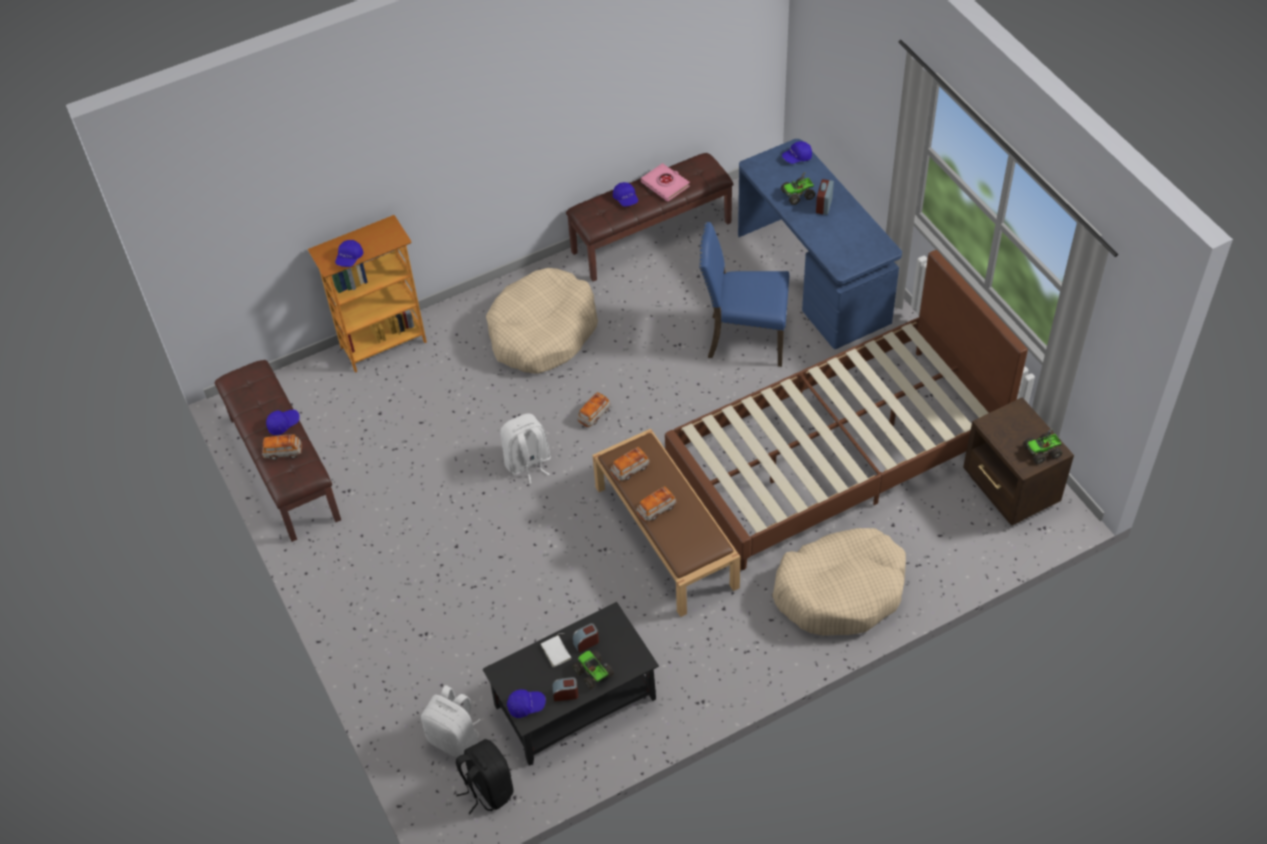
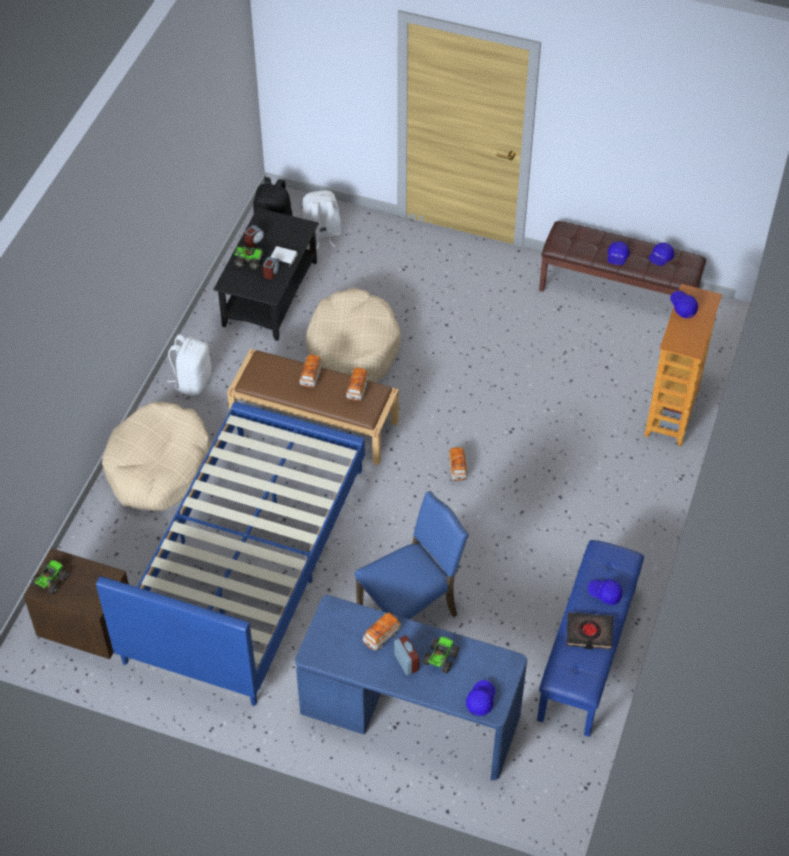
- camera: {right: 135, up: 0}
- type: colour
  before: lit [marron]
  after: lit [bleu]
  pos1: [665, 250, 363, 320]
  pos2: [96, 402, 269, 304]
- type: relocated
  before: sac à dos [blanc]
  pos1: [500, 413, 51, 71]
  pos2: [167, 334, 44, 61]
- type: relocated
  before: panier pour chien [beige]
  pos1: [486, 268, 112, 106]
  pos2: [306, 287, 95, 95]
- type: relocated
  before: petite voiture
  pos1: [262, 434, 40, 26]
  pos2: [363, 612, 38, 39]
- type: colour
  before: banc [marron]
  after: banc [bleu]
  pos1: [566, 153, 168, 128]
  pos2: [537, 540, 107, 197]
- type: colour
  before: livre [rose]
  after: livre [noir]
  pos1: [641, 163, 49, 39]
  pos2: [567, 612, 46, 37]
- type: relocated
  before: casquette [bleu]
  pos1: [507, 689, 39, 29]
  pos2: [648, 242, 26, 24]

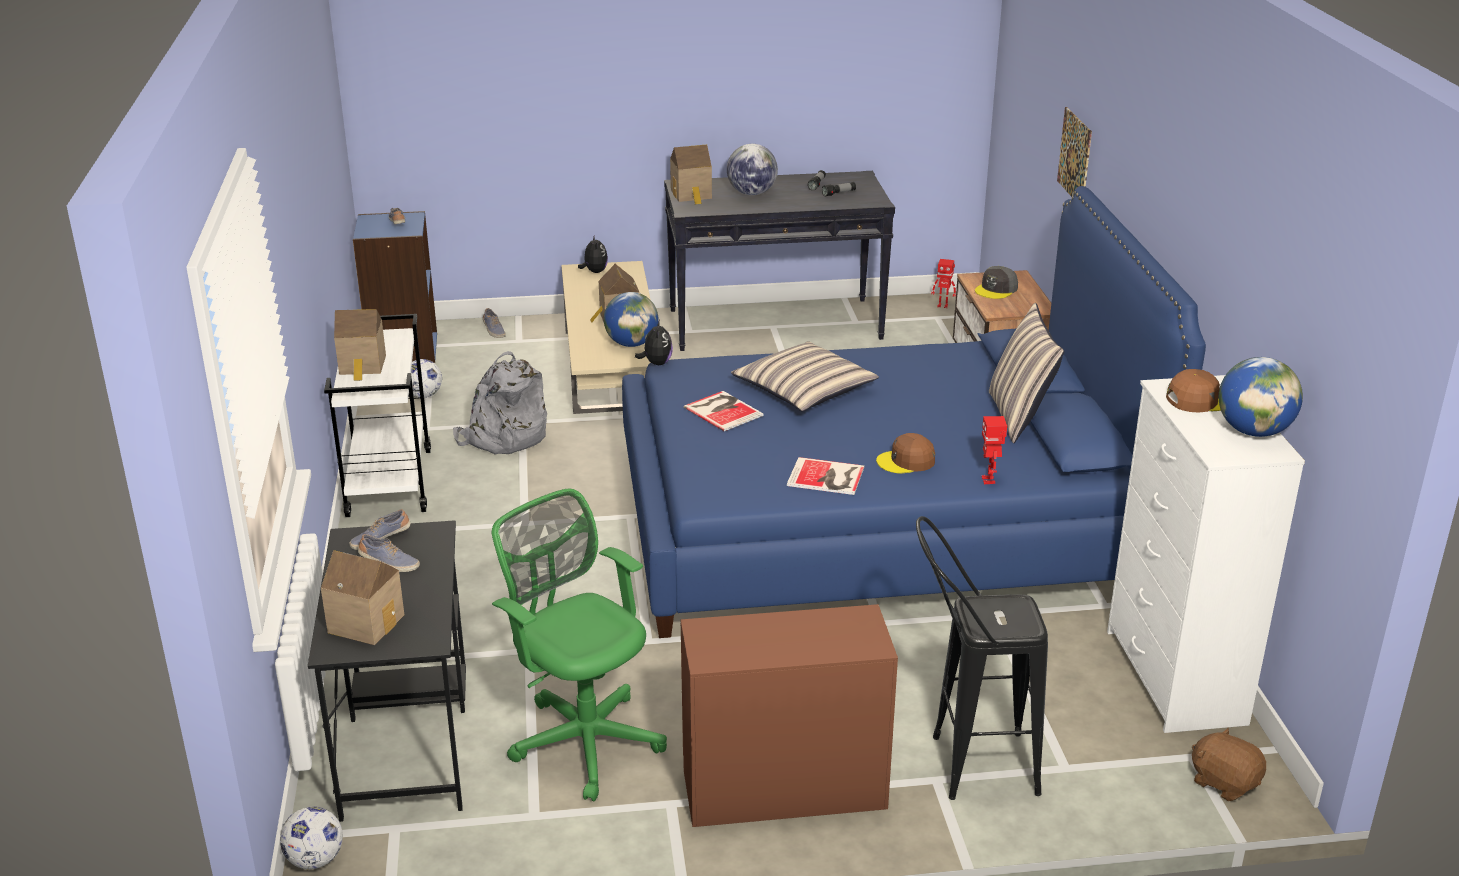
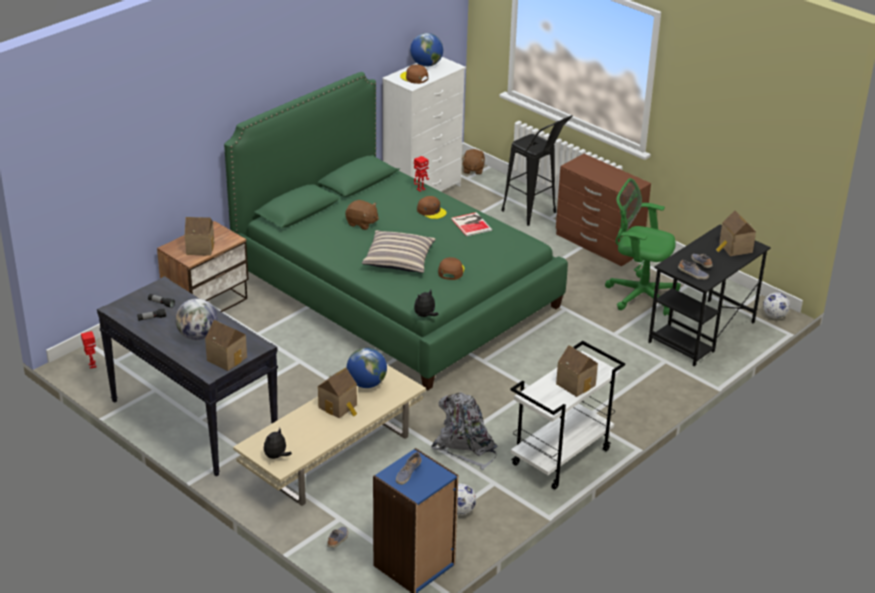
- camera: {right: -130, up: 5}
- type: exchanged
  before: casquette [gris]
  after: maison miniature
  pos1: [975, 266, 43, 33]
  pos2: [185, 217, 30, 39]
- type: colour
  before: lit [bleu]
  after: lit [vert]
  pos1: [622, 186, 584, 452]
  pos2: [224, 72, 344, 318]
- type: appeared
  after: peluche [marron]
  pos2: [346, 200, 33, 30]
- type: exchanged
  before: livre
  after: casquette [marron]
  pos1: [684, 391, 79, 40]
  pos2: [438, 257, 27, 23]
- type: spun
  before: chaise de bureau [vert]
  pos1: [492, 488, 175, 313]
  pos2: [605, 178, 76, 138]
  turn: 105
- type: missing
  before: coussin
  pos1: [989, 303, 75, 140]
- type: missing
  before: tableau
  pos1: [1057, 107, 35, 90]

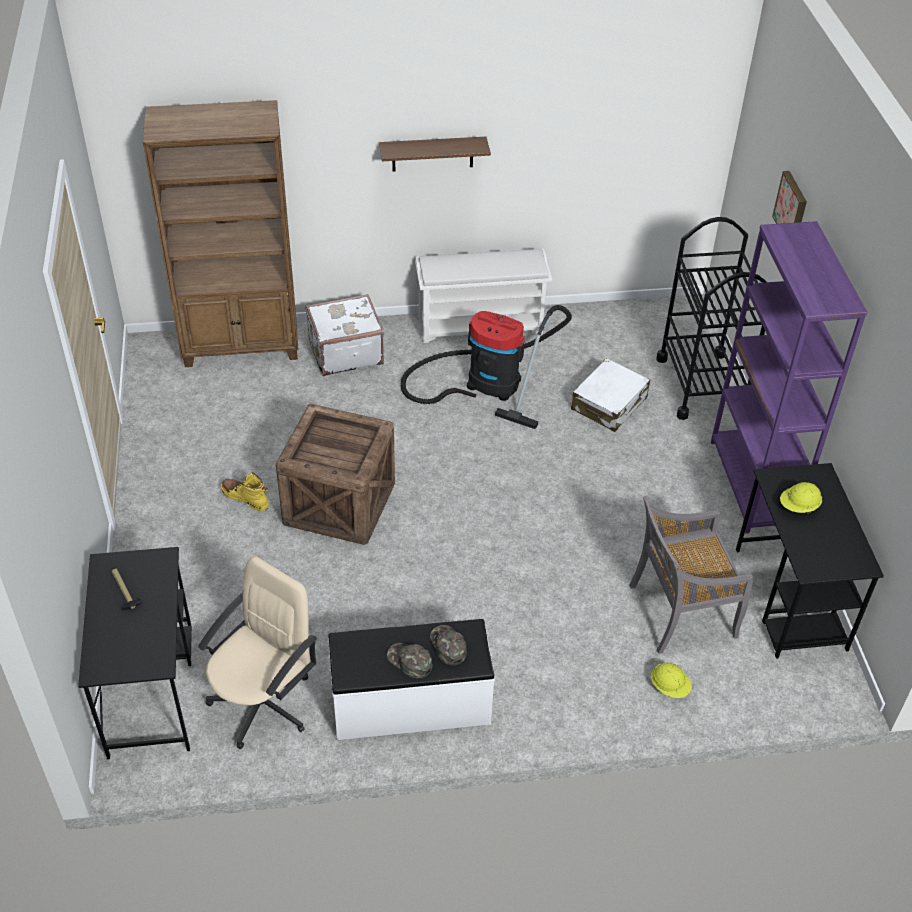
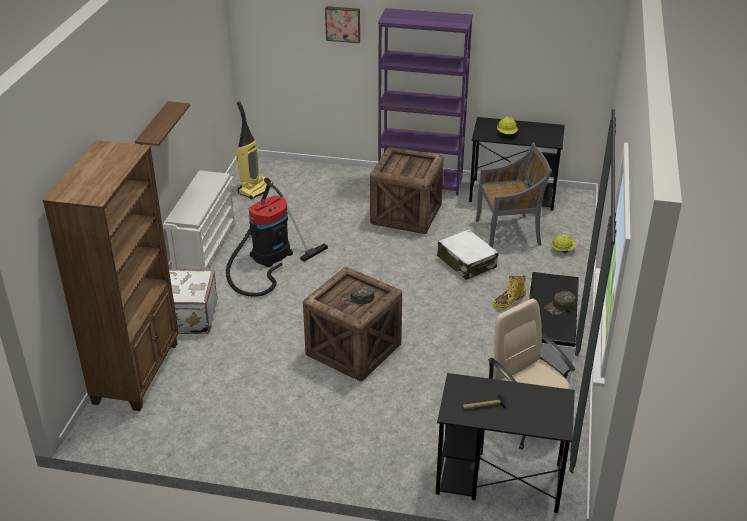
- camera: {right: -70, up: -10}
- type: appeared
  after: aspirateur
  pos2: [237, 101, 36, 98]
- type: relocated
  before: casquette [vert]
  pos1: [430, 625, 37, 40]
  pos2: [340, 285, 34, 20]
- type: appeared
  after: caisse
  pos2: [370, 147, 74, 87]
- type: relocated
  before: valise [blanc]
  pos1: [571, 358, 79, 74]
  pos2: [437, 229, 62, 51]
- type: spun
  before: chaise [gris]
  pos1: [629, 496, 124, 158]
  pos2: [475, 143, 77, 104]
  turn: -105
- type: relocated
  before: botte [jaune]
  pos1: [221, 472, 48, 39]
  pos2: [493, 275, 34, 34]
- type: missing
  before: chariot [noir]
  pos1: [656, 217, 111, 203]

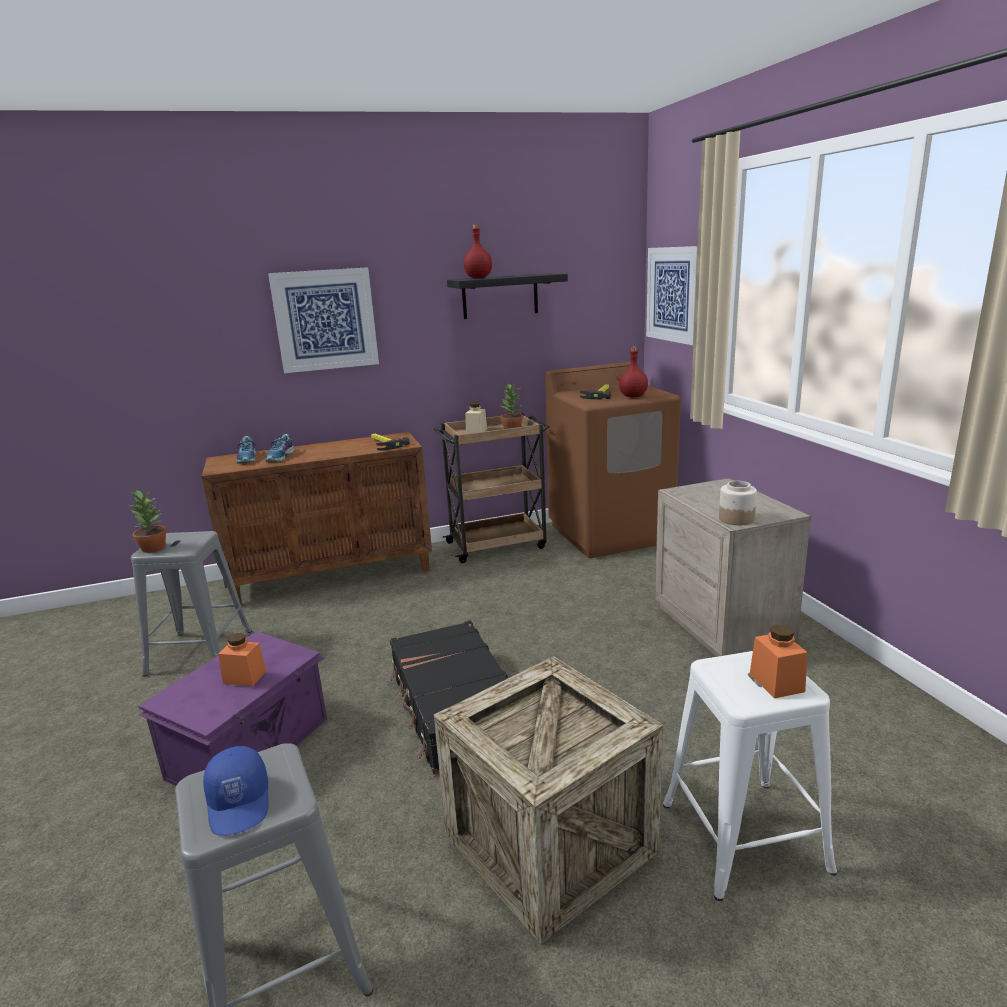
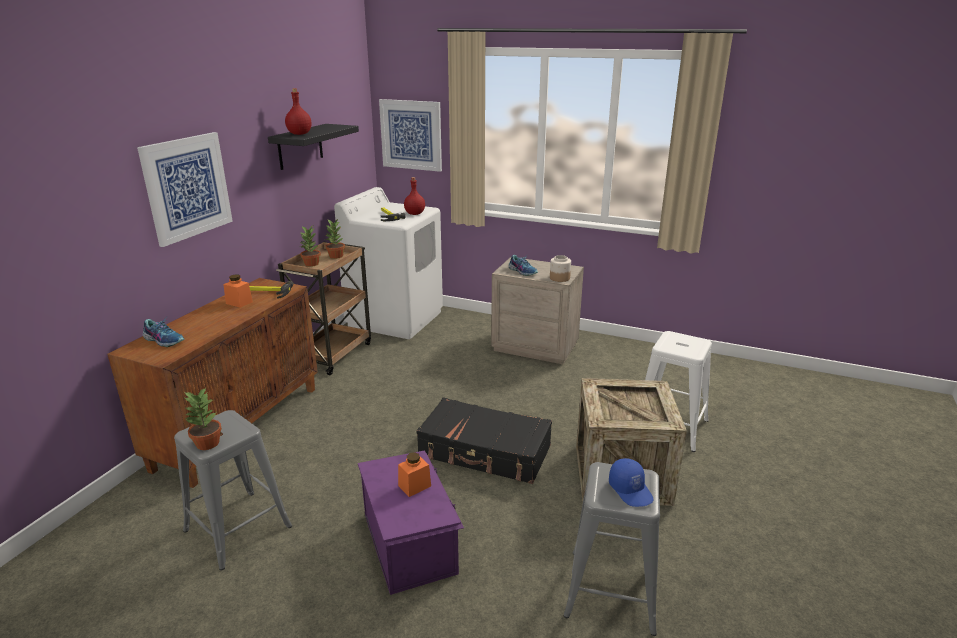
- camera: {right: -50, up: 5}
- type: relocated
  before: bocal [orange]
  pos1: [750, 625, 58, 73]
  pos2: [223, 274, 30, 34]
- type: exchanged
  before: bocal [beige]
  after: plante en pot
  pos1: [465, 402, 22, 32]
  pos2: [299, 226, 22, 41]
- type: colour
  before: lave-linge [marron]
  after: lave-linge [blanc]
  pos1: [545, 362, 136, 196]
  pos2: [334, 187, 109, 152]
- type: relocated
  before: chaussure
  pos1: [265, 434, 30, 28]
  pos2: [509, 255, 29, 21]
- type: spun
  before: casquette [bleu]
  pos1: [203, 746, 66, 89]
  pos2: [609, 458, 45, 49]
  turn: 45

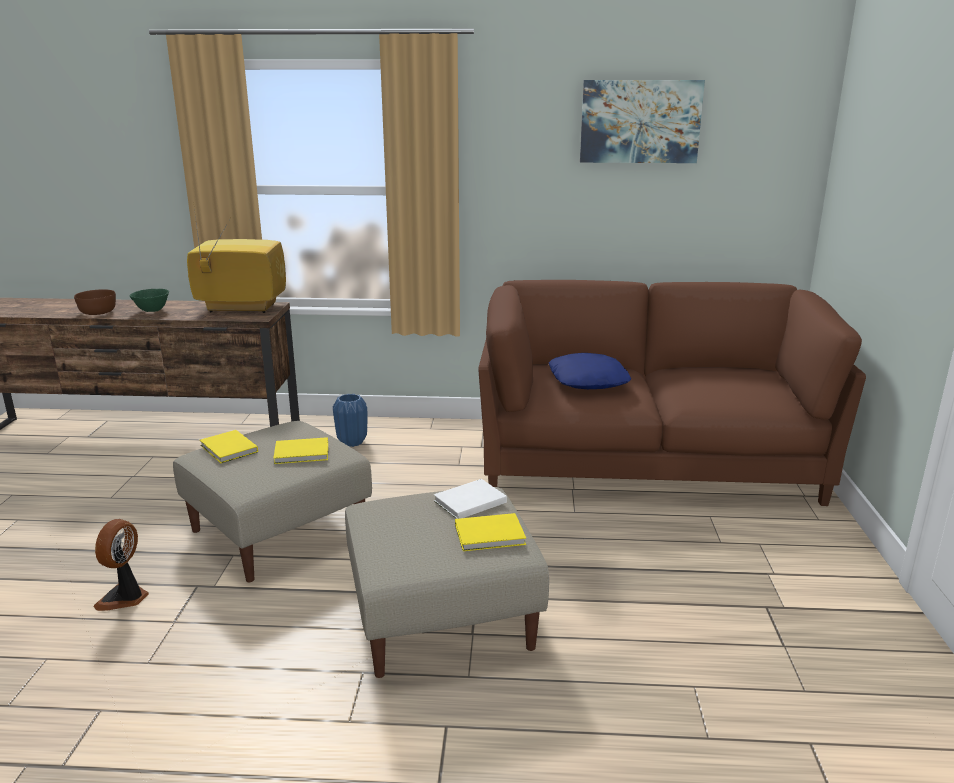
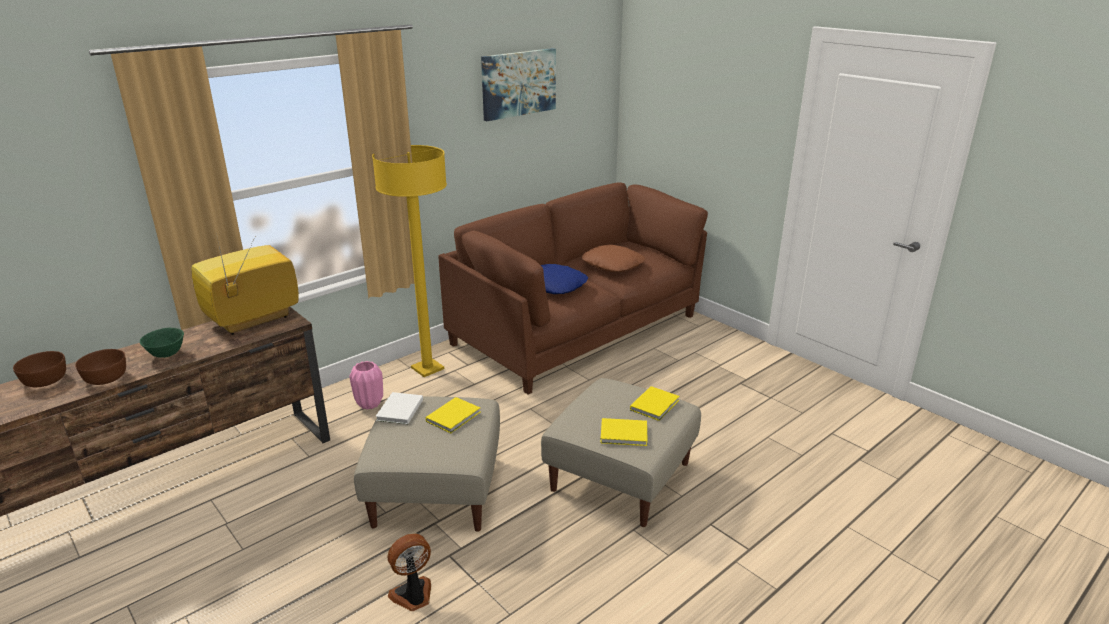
- camera: {right: -45, up: 5}
- type: appeared
  after: bol [marron]
  pos2: [13, 351, 53, 36]
- type: colour
  before: vase [bleu]
  after: vase [rose]
  pos1: [333, 394, 34, 53]
  pos2: [349, 361, 34, 49]
- type: appeared
  after: lampadaire [jaune]
  pos2: [372, 145, 75, 232]
- type: relocated
  before: livre [blanc]
  pos1: [434, 479, 73, 40]
  pos2: [376, 392, 47, 32]
- type: spun
  before: ventilateur
  pos1: [93, 519, 56, 92]
  pos2: [387, 533, 44, 78]
  turn: 90
- type: appeared
  after: coussin [marron]
  pos2: [582, 245, 63, 27]
- type: relocated
  before: livre [jaune]
  pos1: [200, 430, 58, 33]
  pos2: [600, 418, 48, 28]

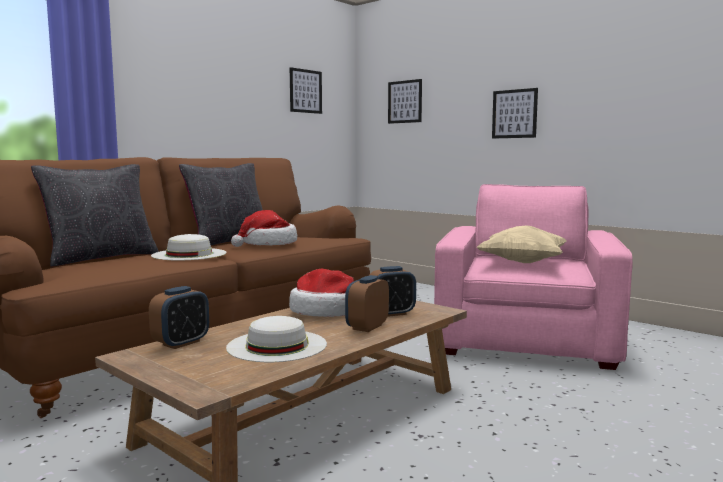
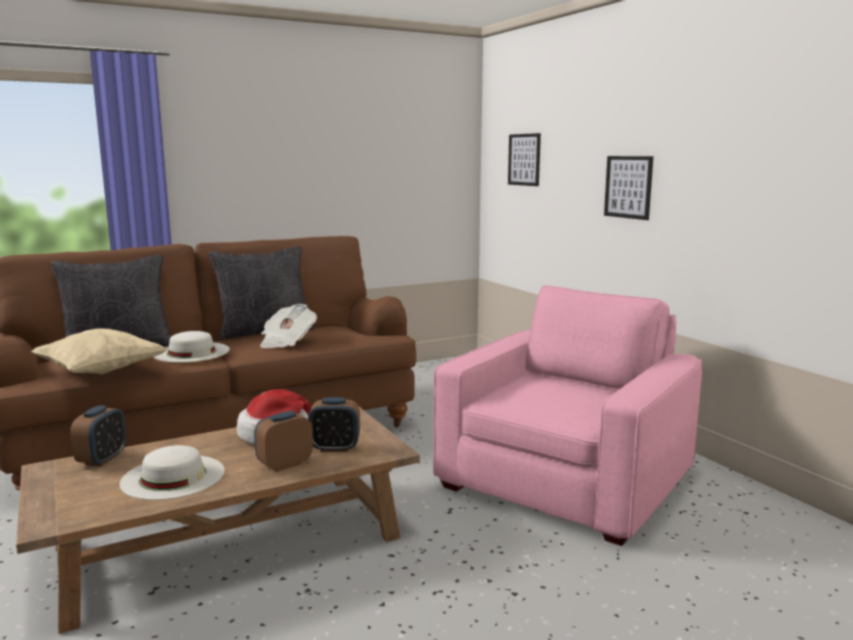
- camera: {right: 20, up: 5}
- type: relocated
  before: coussin [beige]
  pos1: [477, 226, 90, 37]
  pos2: [31, 329, 137, 45]
- type: spun
  before: réveil
  pos1: [149, 286, 60, 63]
  pos2: [70, 405, 56, 62]
  turn: -45
- type: exchanged
  before: chapeau
  after: journal
  pos1: [231, 210, 66, 37]
  pos2: [260, 304, 57, 45]
- type: missing
  before: tableau
  pos1: [290, 67, 32, 47]

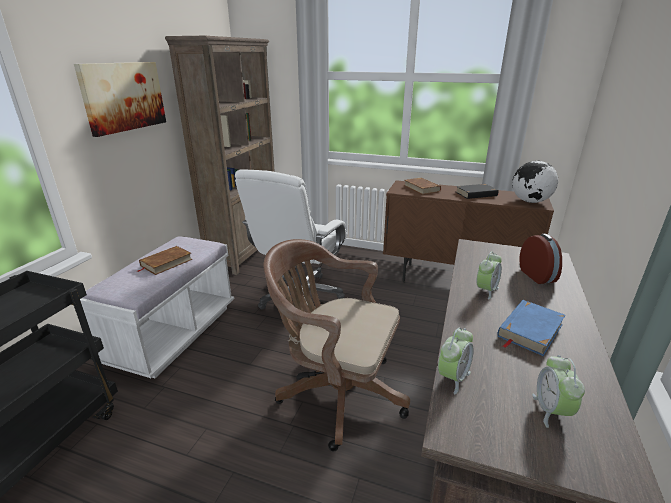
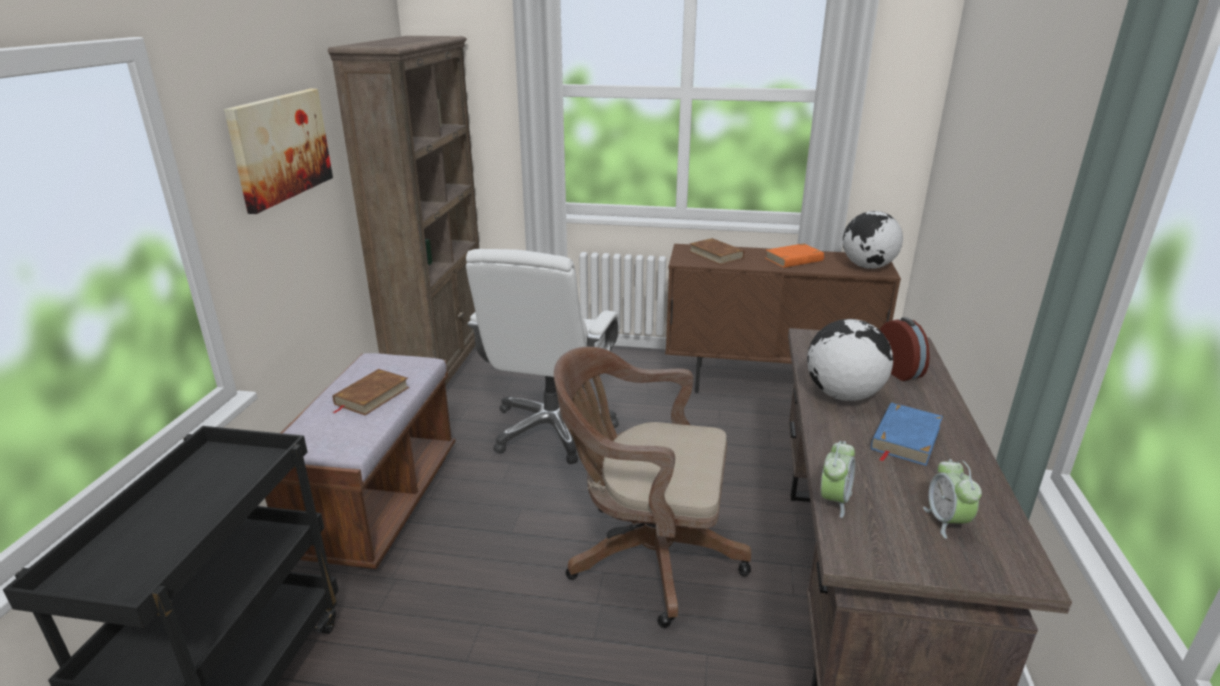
- camera: {right: -10, up: 0}
- type: colour
  before: banc [blanc]
  after: banc [marron]
  pos1: [80, 236, 154, 142]
  pos2: [265, 353, 190, 216]
- type: colour
  before: livre [noir]
  after: livre [orange]
  pos1: [456, 184, 43, 15]
  pos2: [765, 243, 59, 25]
- type: exchanged
  before: réveil
  after: globe
  pos1: [477, 251, 25, 49]
  pos2: [807, 319, 86, 82]

